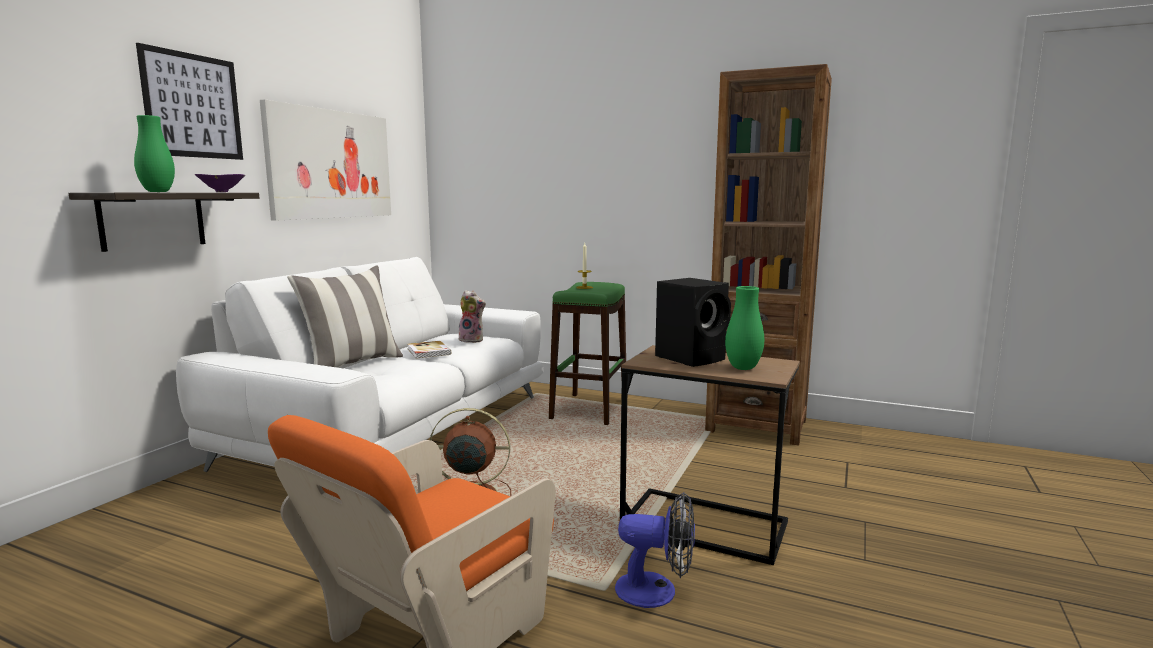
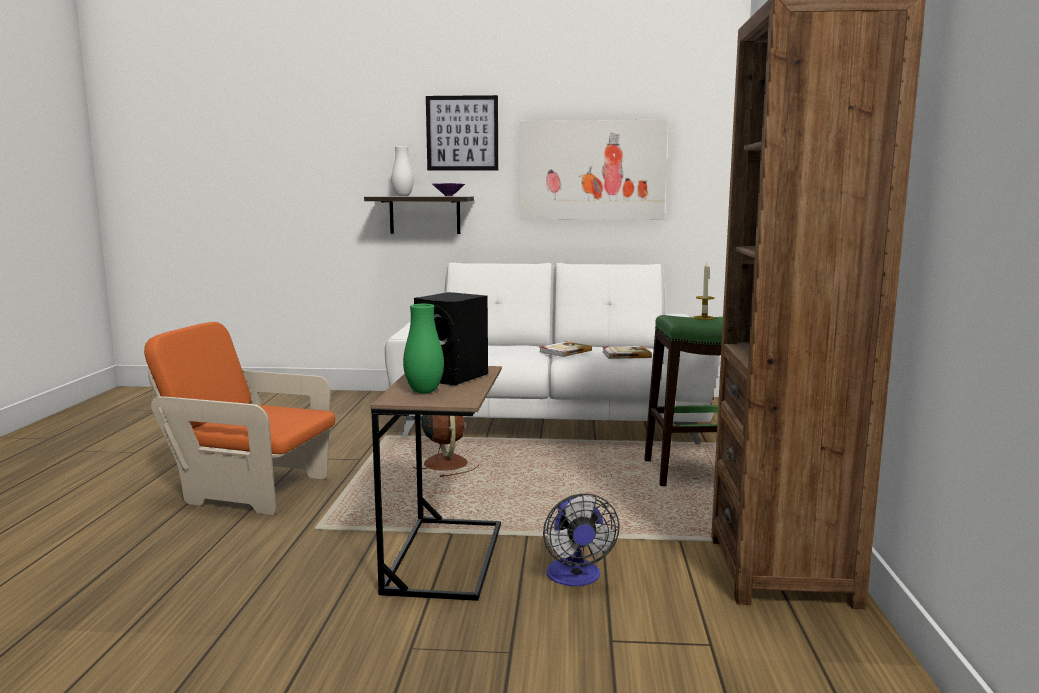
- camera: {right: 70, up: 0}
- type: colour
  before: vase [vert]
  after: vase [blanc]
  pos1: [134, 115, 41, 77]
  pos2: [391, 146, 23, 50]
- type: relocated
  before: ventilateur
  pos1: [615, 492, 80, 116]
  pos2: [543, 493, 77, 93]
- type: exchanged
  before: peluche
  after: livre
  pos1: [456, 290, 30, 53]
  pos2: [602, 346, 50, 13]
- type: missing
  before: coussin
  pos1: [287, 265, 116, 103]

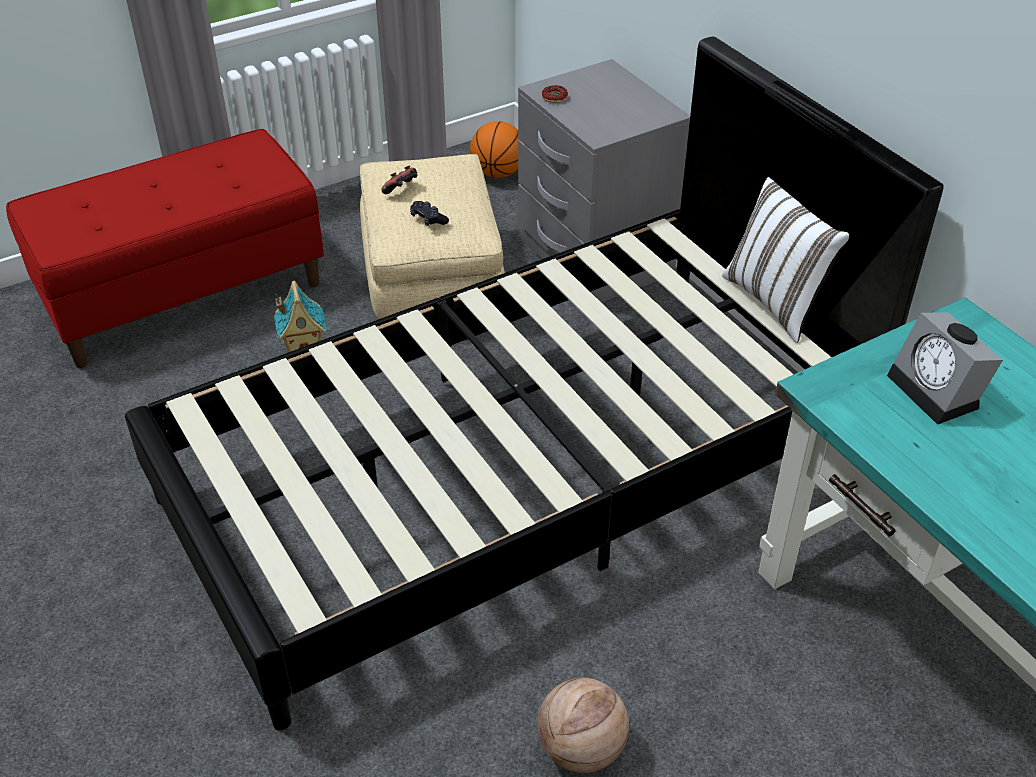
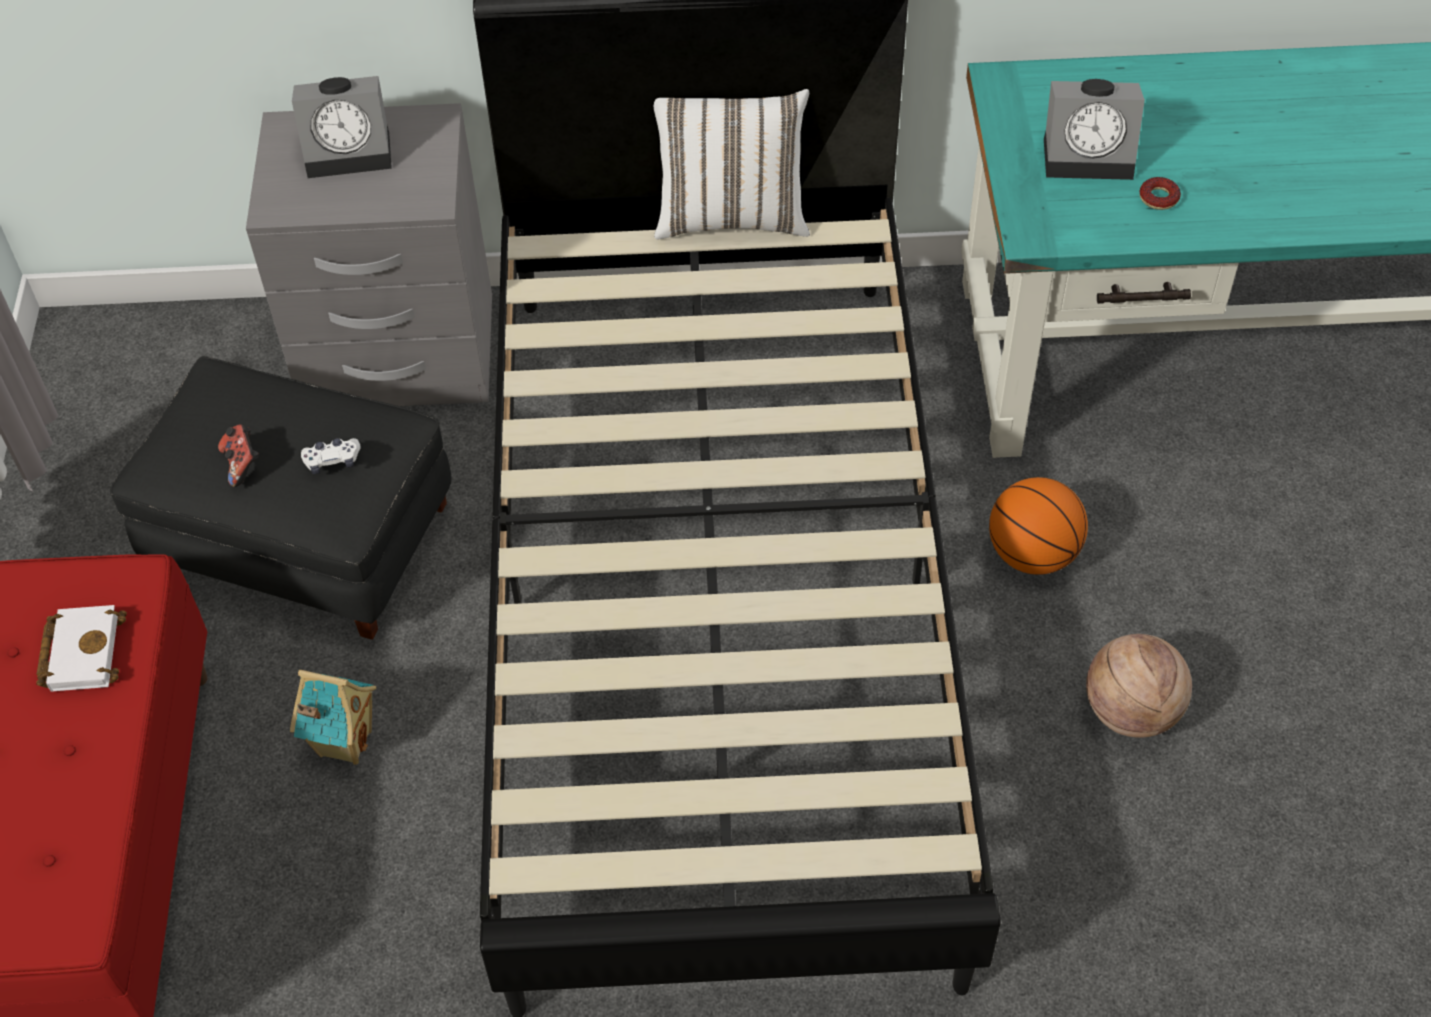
- camera: {right: -60, up: 10}
- type: appeared
  after: livre [blanc]
  pos2: [36, 605, 91, 87]
- type: colour
  before: pouf [beige]
  after: pouf [noir]
  pos1: [360, 154, 145, 165]
  pos2: [110, 356, 342, 284]
- type: appeared
  after: réveil
  pos2: [292, 76, 100, 102]
- type: colour
  before: manette [noir]
  after: manette [blanc]
  pos1: [410, 201, 39, 25]
  pos2: [301, 438, 60, 36]
- type: relocated
  before: ballon de basket
  pos1: [470, 121, 49, 57]
  pos2: [989, 477, 99, 98]
- type: relocated
  before: beignet
  pos1: [542, 85, 26, 18]
  pos2: [1140, 177, 41, 33]

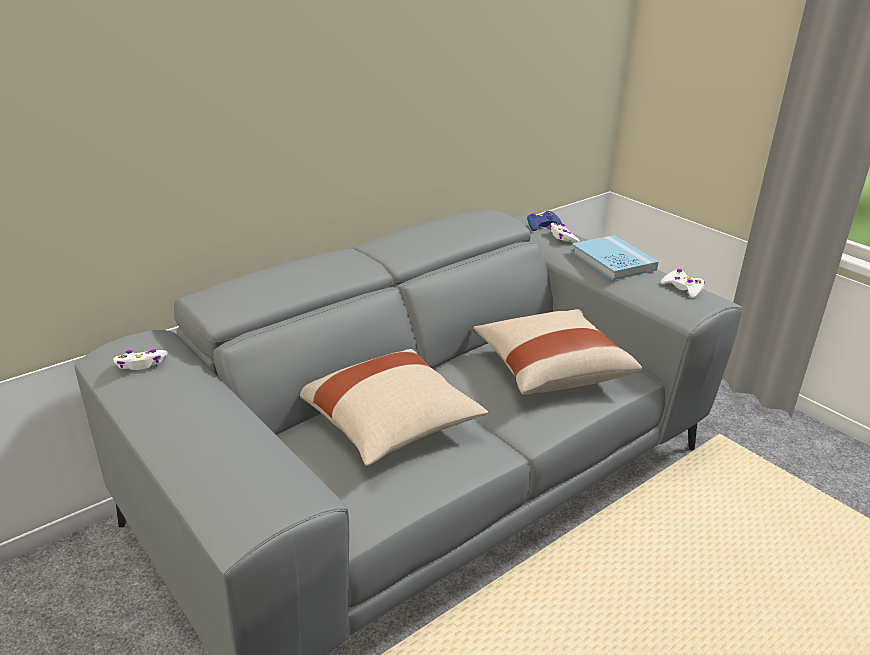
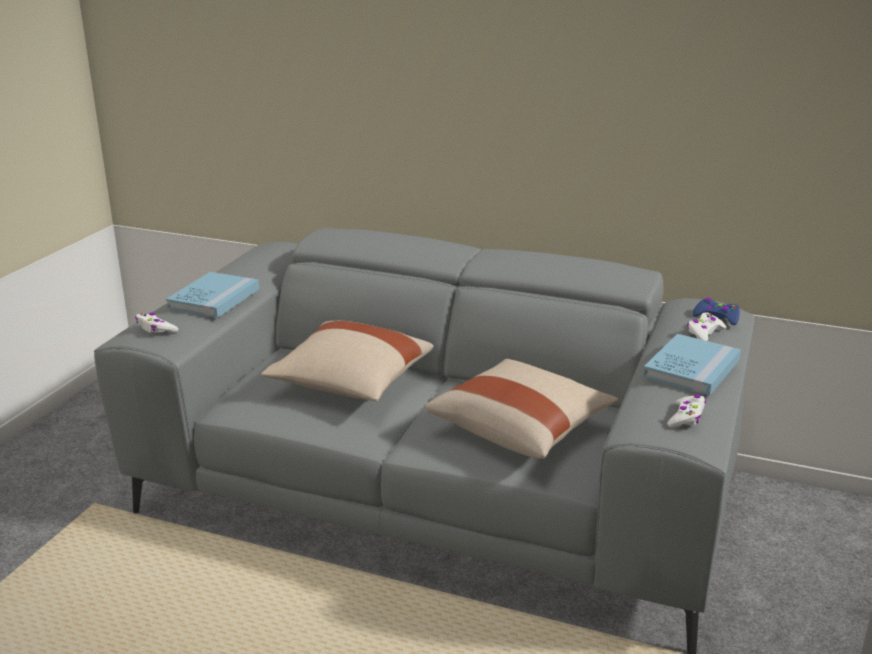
- camera: {right: 60, up: -5}
- type: relocated
  before: manette [blanc]
  pos1: [113, 349, 55, 21]
  pos2: [135, 313, 43, 20]
- type: appeared
  after: livre [bleu]
  pos2: [166, 272, 93, 46]

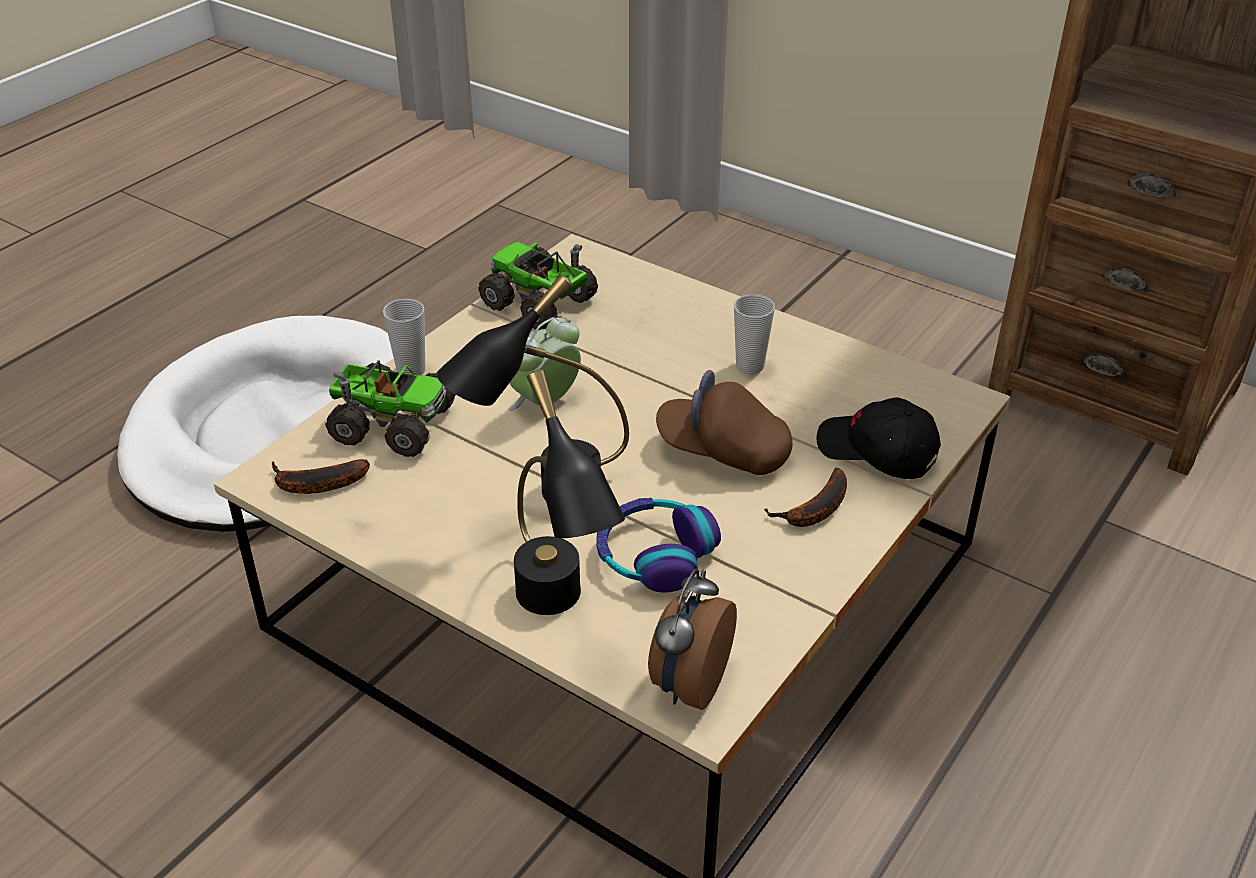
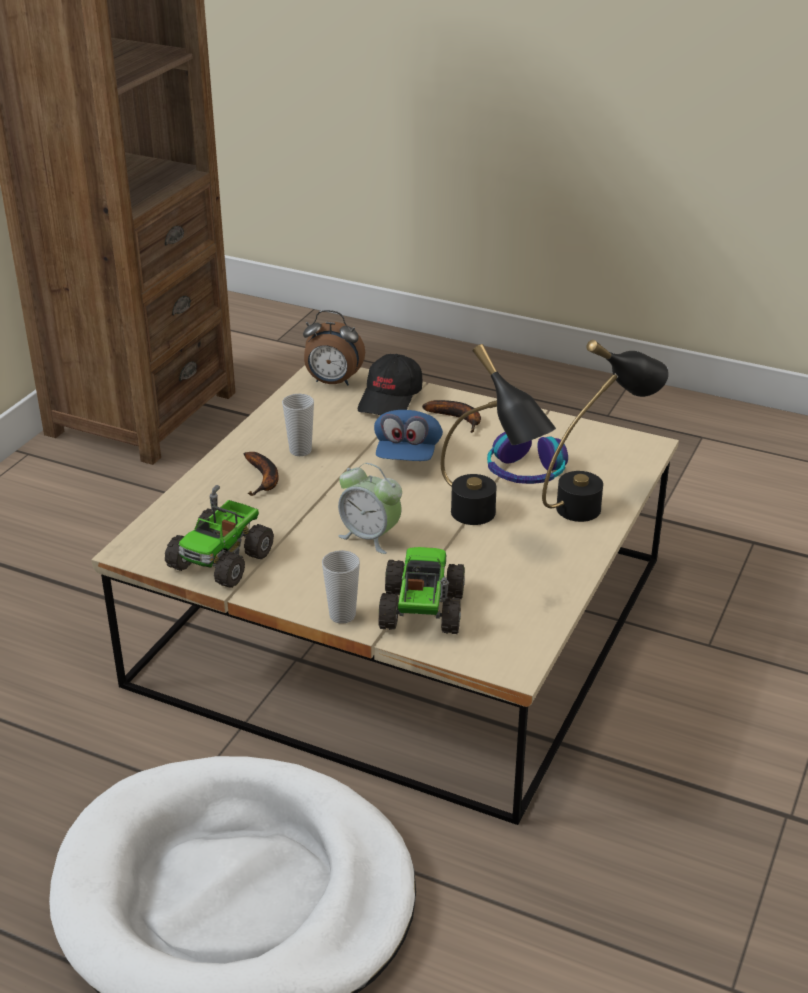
- camera: {right: -100, up: -5}
- type: relocated
  before: banane
  pos1: [272, 459, 98, 35]
  pos2: [244, 452, 35, 44]
- type: relocated
  before: réveil
  pos1: [648, 569, 89, 141]
  pos2: [303, 310, 62, 75]
- type: colour
  before: casquette [marron]
  after: casquette [bleu]
  pos1: [656, 370, 136, 105]
  pos2: [374, 410, 69, 51]

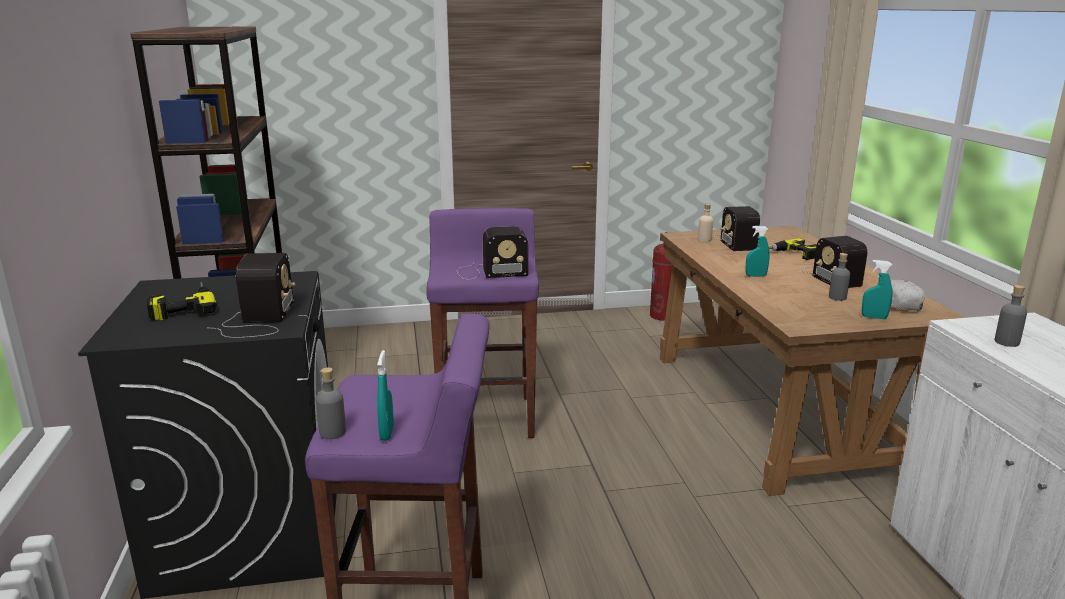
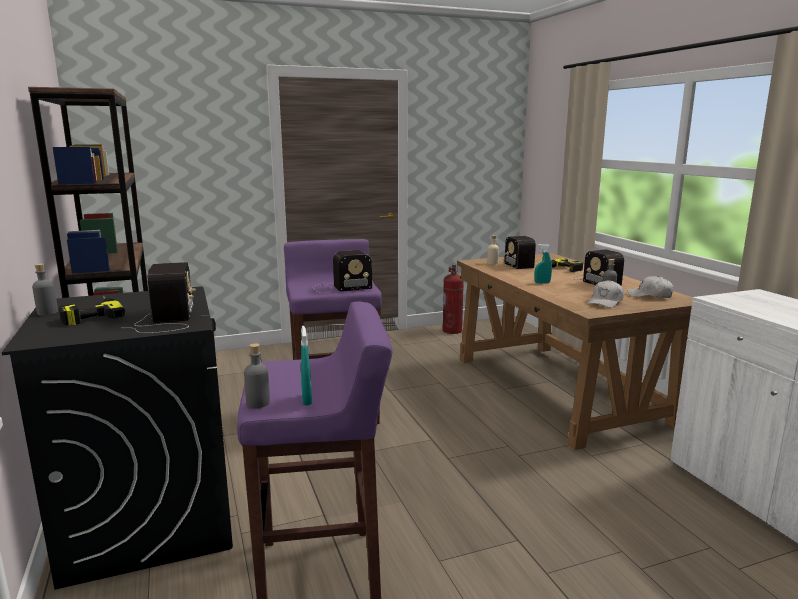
- camera: {right: -10, up: -5}
- type: relocated
  before: bouteille [gris]
  pos1: [995, 285, 32, 62]
  pos2: [32, 264, 26, 51]
- type: appeared
  after: casquette [blanc]
  pos2: [588, 280, 36, 28]
- type: missing
  before: vaporisateur [turquoise]
  pos1: [862, 260, 30, 59]

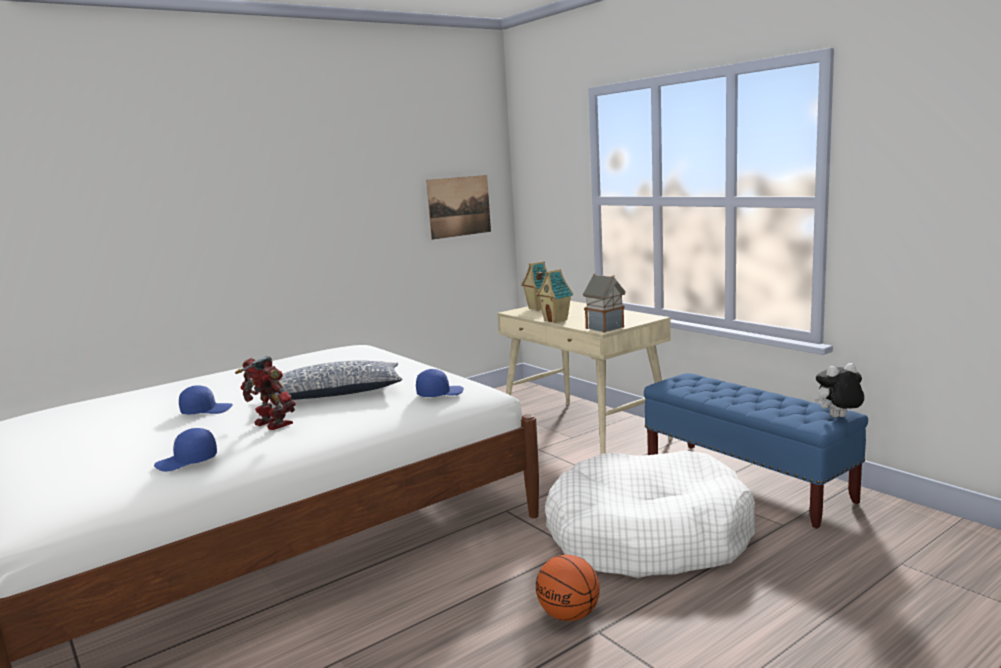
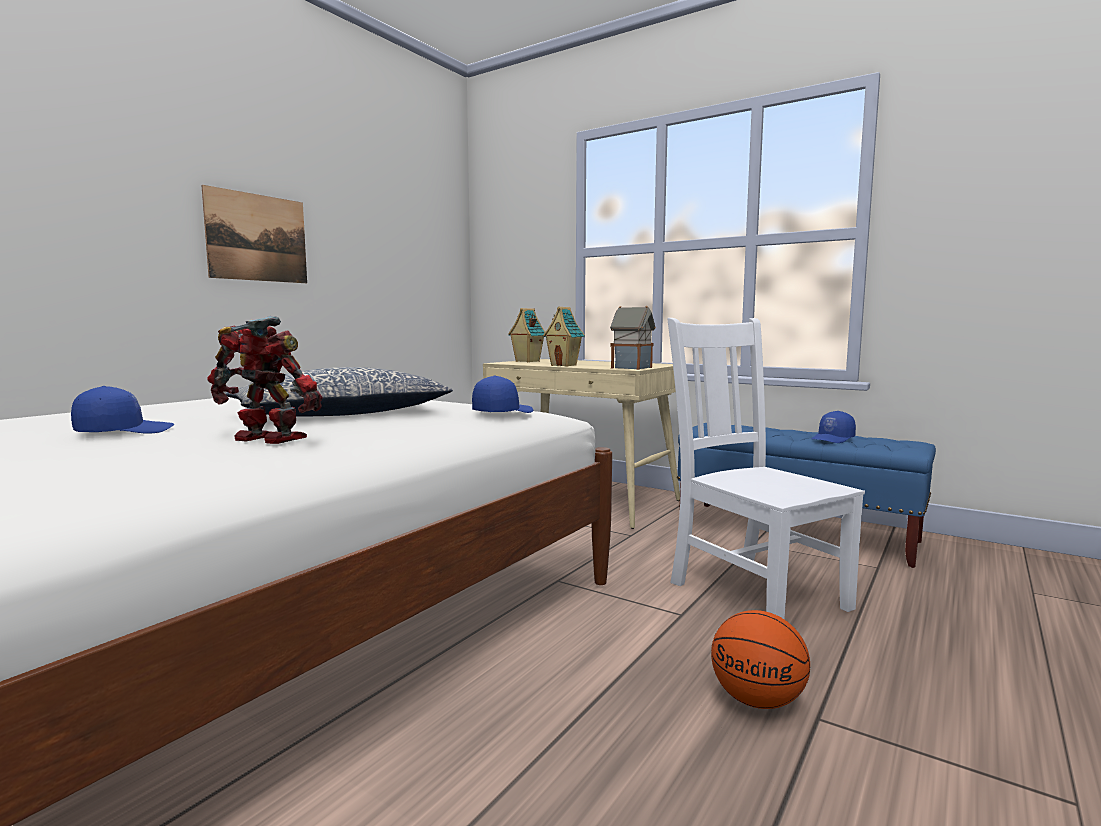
- camera: {right: -20, up: -5}
- type: relocated
  before: tableau
  pos1: [426, 175, 65, 65]
  pos2: [201, 185, 106, 98]
- type: exchanged
  before: panier pour chien [blanc]
  after: chaise [blanc]
  pos1: [545, 451, 210, 127]
  pos2: [668, 318, 197, 301]
- type: relocated
  before: casquette [bleu]
  pos1: [154, 428, 63, 44]
  pos2: [812, 411, 44, 32]
- type: missing
  before: peluche
  pos1: [814, 363, 50, 55]

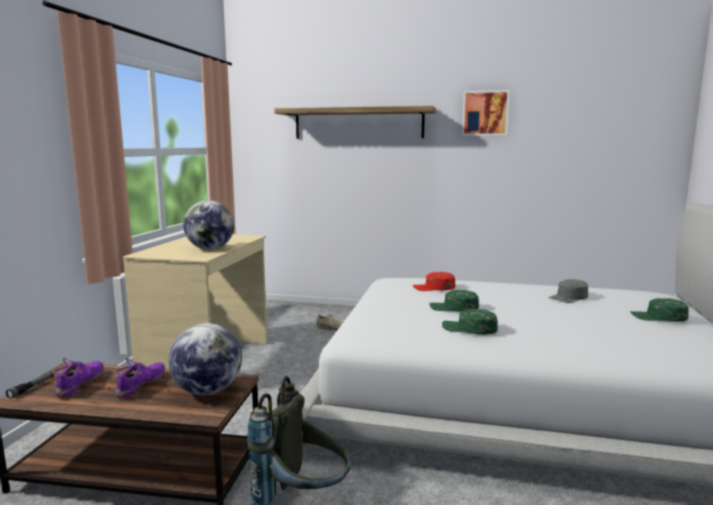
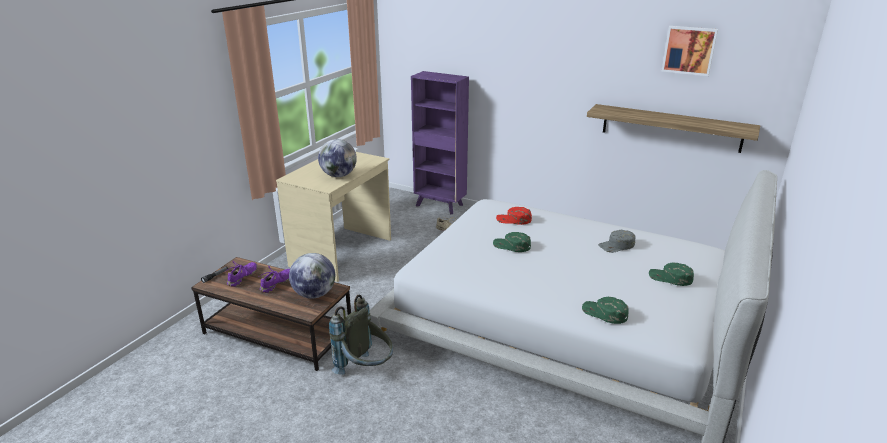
- camera: {right: 15, up: 15}
- type: appeared
  after: bibliothèque [violet]
  pos2: [411, 71, 58, 143]
- type: relocated
  before: casquette [vert]
  pos1: [442, 309, 56, 26]
  pos2: [582, 297, 47, 27]
- type: relocated
  before: étagère
  pos1: [274, 106, 162, 33]
  pos2: [587, 104, 173, 49]
- type: relocated
  before: tableau
  pos1: [462, 90, 48, 46]
  pos2: [662, 26, 56, 50]

